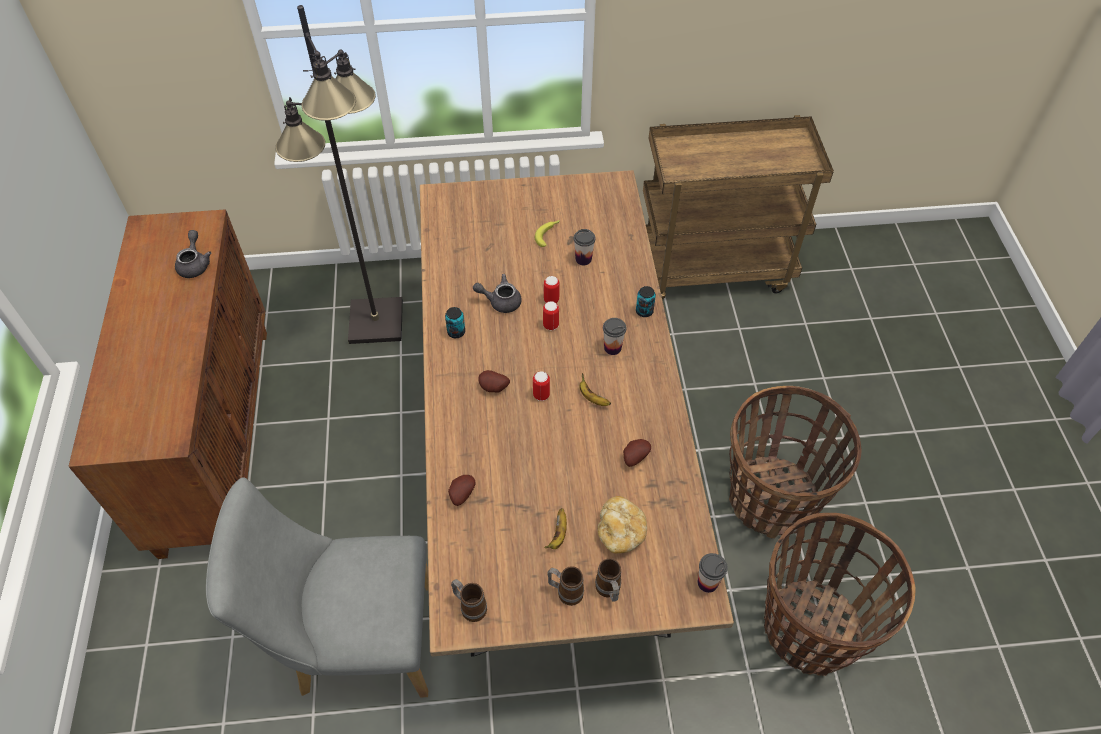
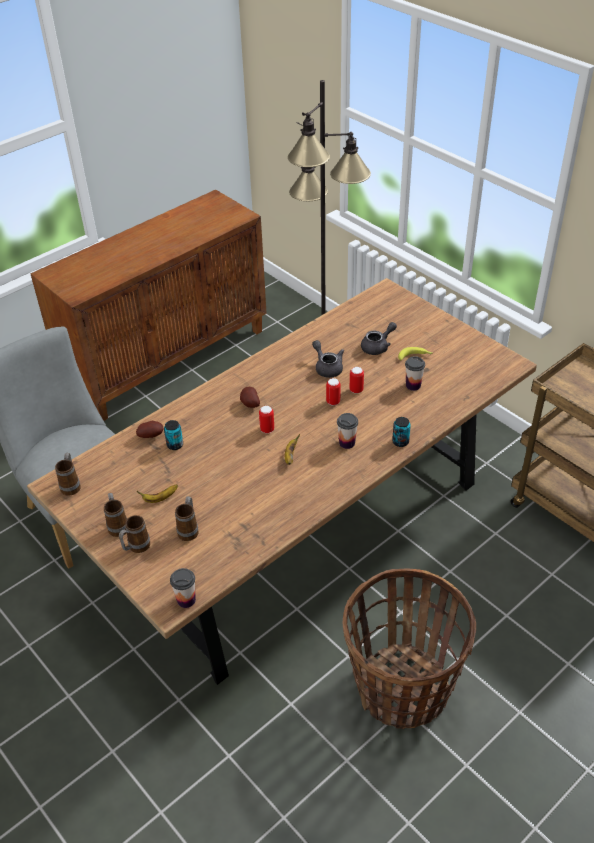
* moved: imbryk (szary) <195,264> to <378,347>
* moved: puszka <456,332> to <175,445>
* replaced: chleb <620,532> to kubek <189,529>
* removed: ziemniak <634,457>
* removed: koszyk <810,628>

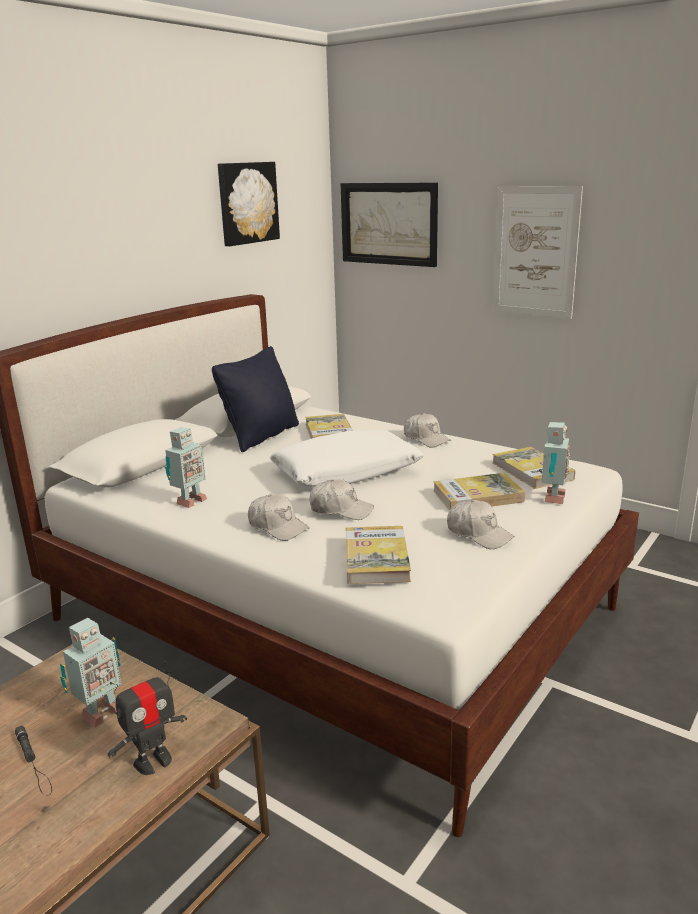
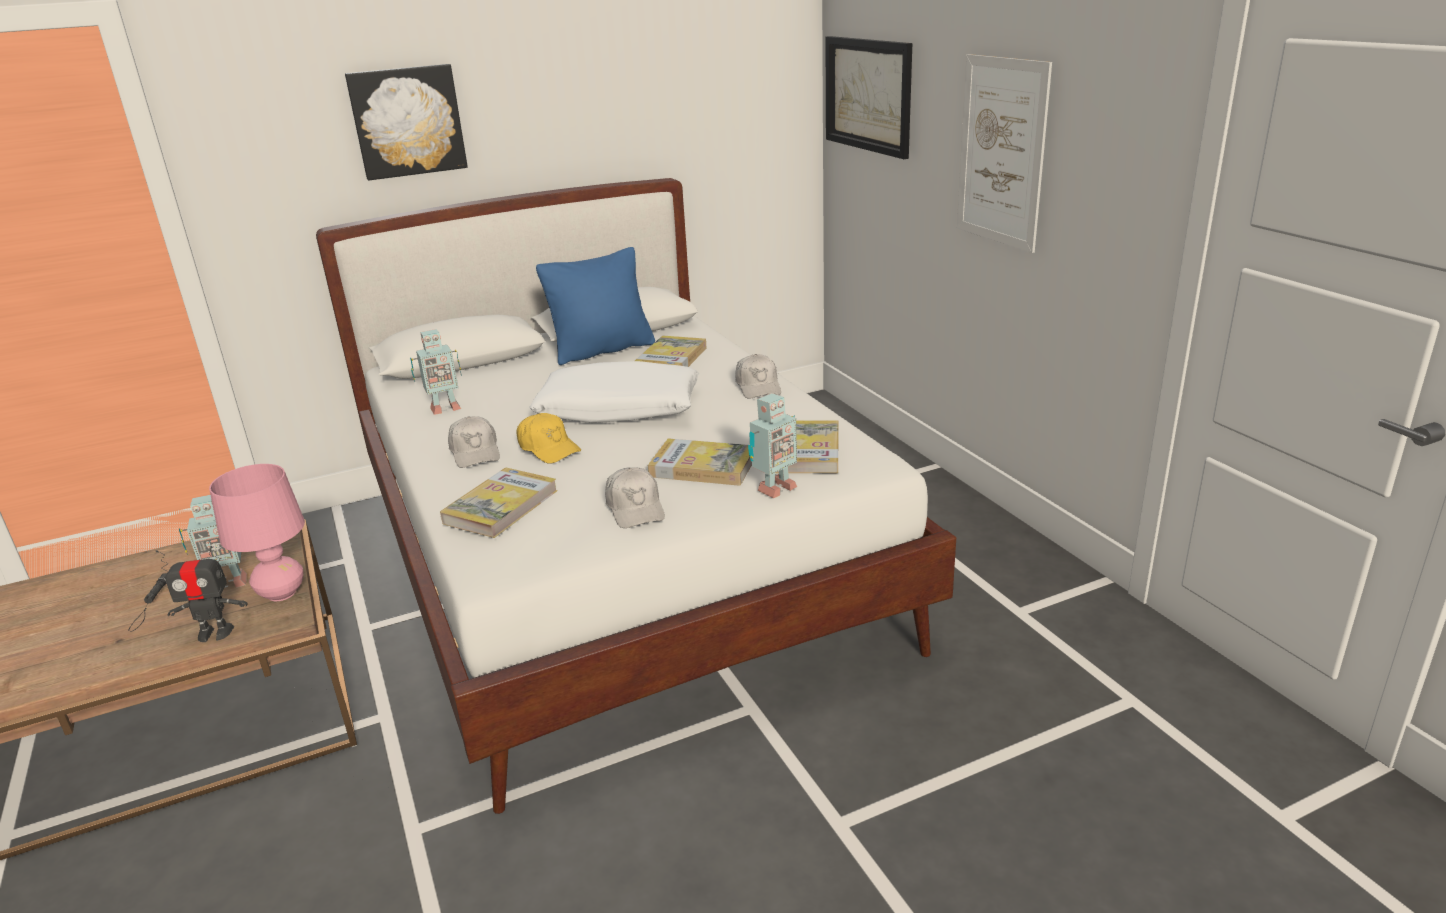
* recoloured: poduszka (czarny) <261,436> to poduszka (niebieski) <602,350>
* moved: obraz <247,203> to <407,121>
* recoloured: czapka z daszkiem (biały) <341,509> to czapka z daszkiem (żółty) <548,448>
* added: lampa stołowa (różowy) <282,593>

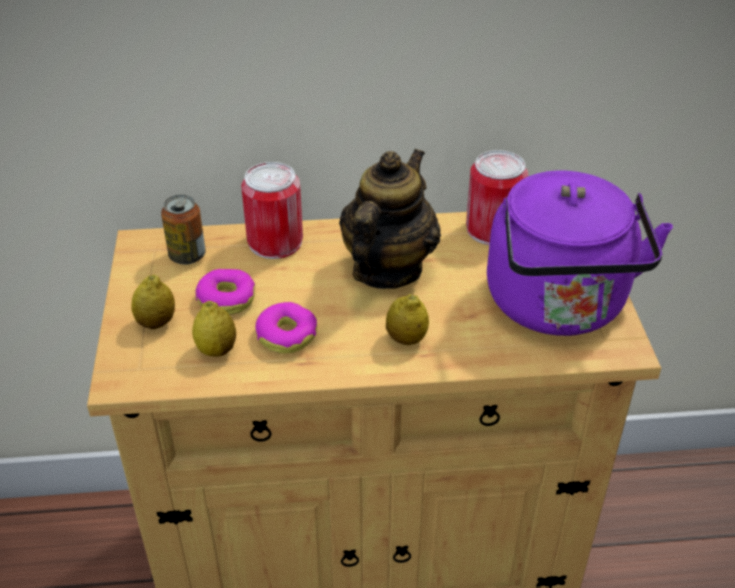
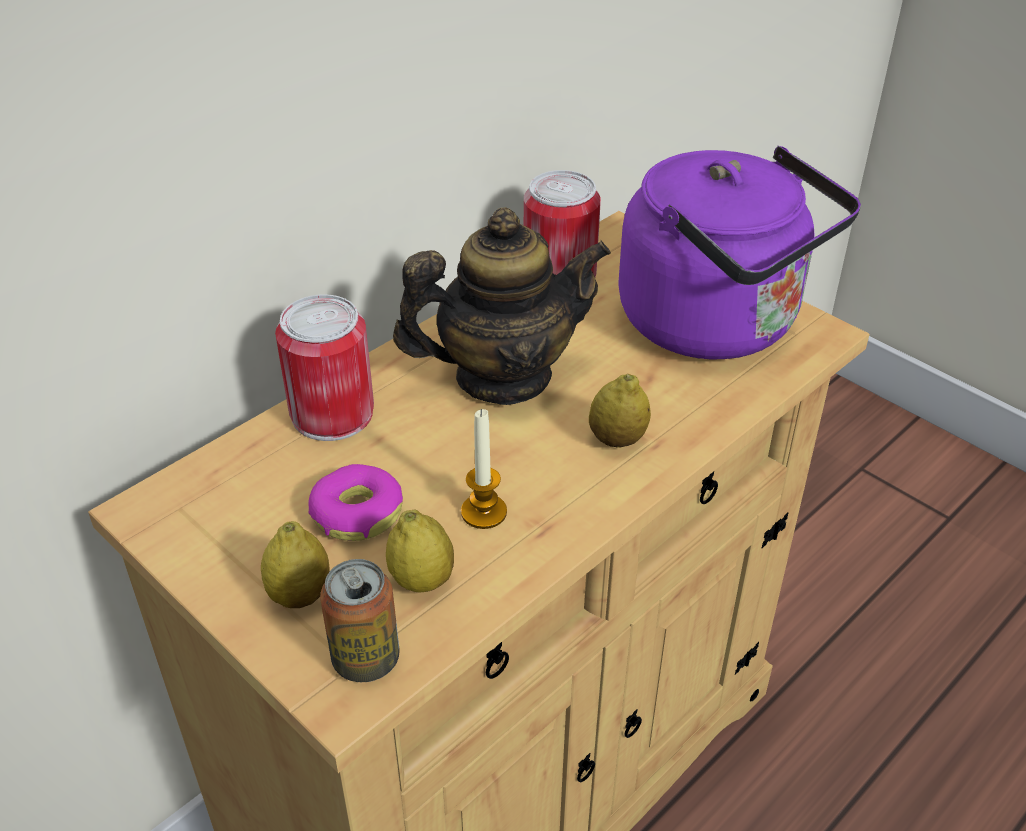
* moved: puszka <187,256> to <365,659>
* replaced: donut <287,335> to świeca <484,512>
* turned: imbryk <387,269> = <503,376> 90 degrees clockwise

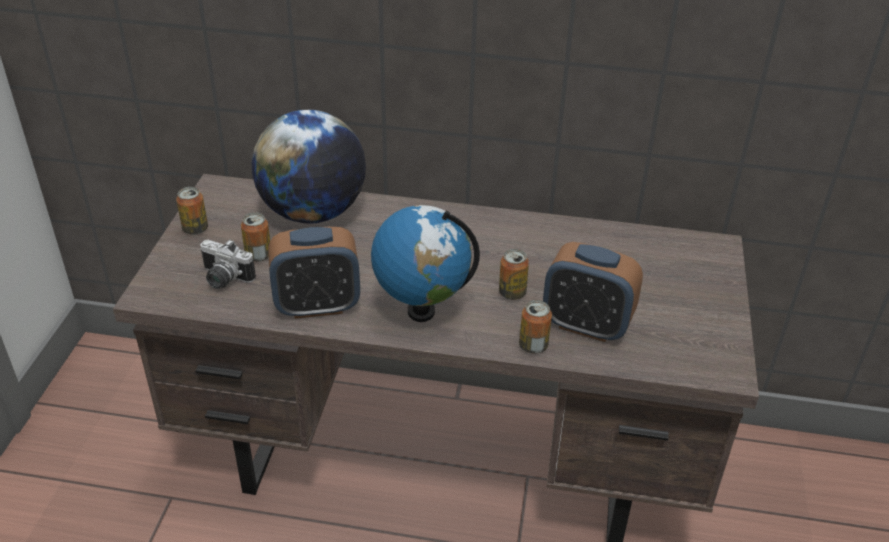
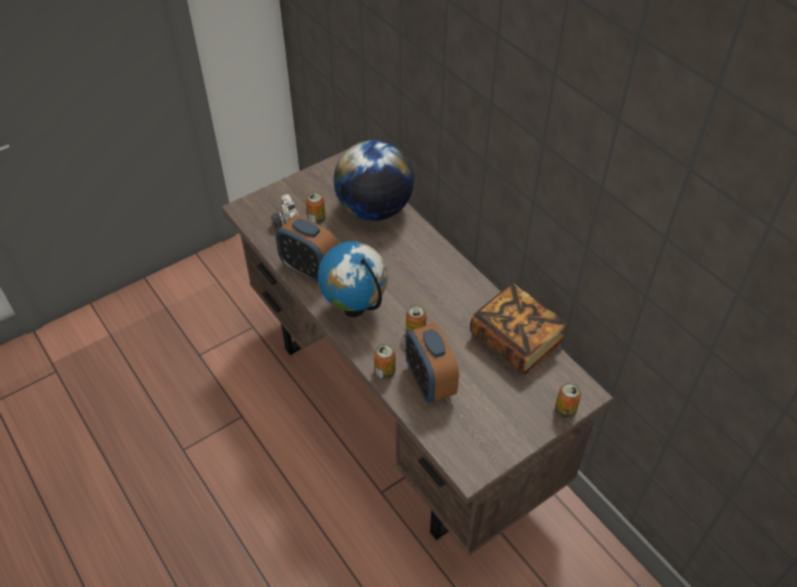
* moved: puszka <195,229> to <565,410>
* added: książka <516,341>

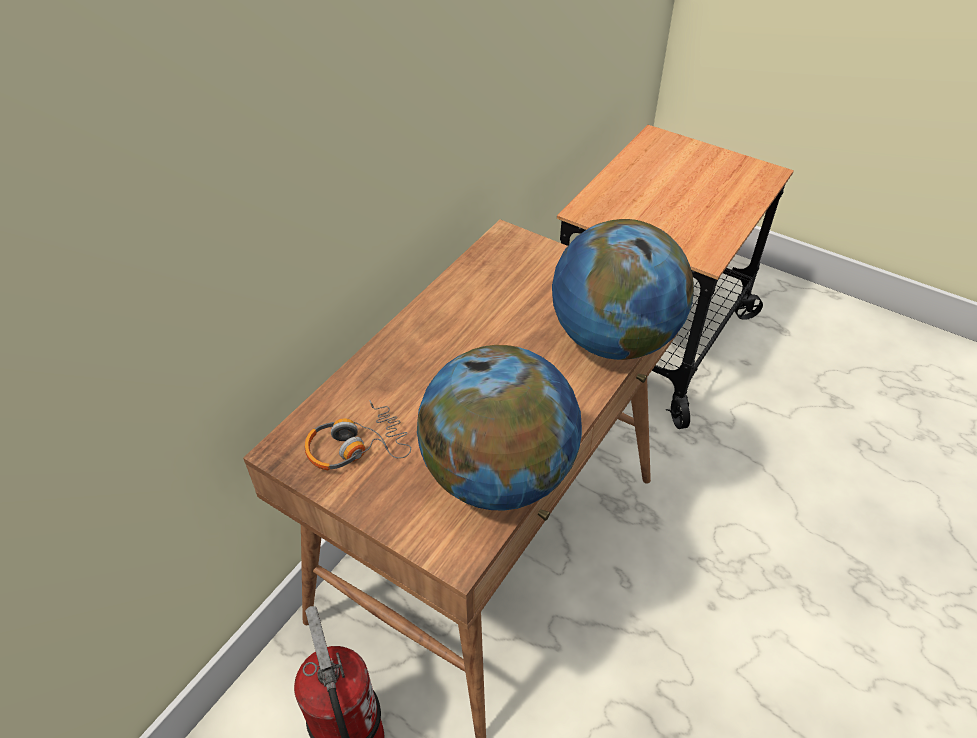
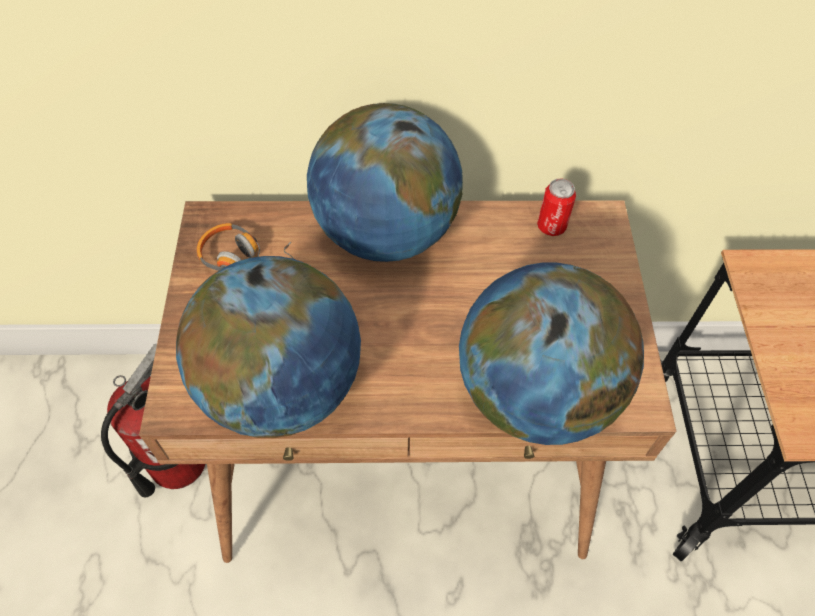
* added: globus <386,233>
* added: puszka <551,226>

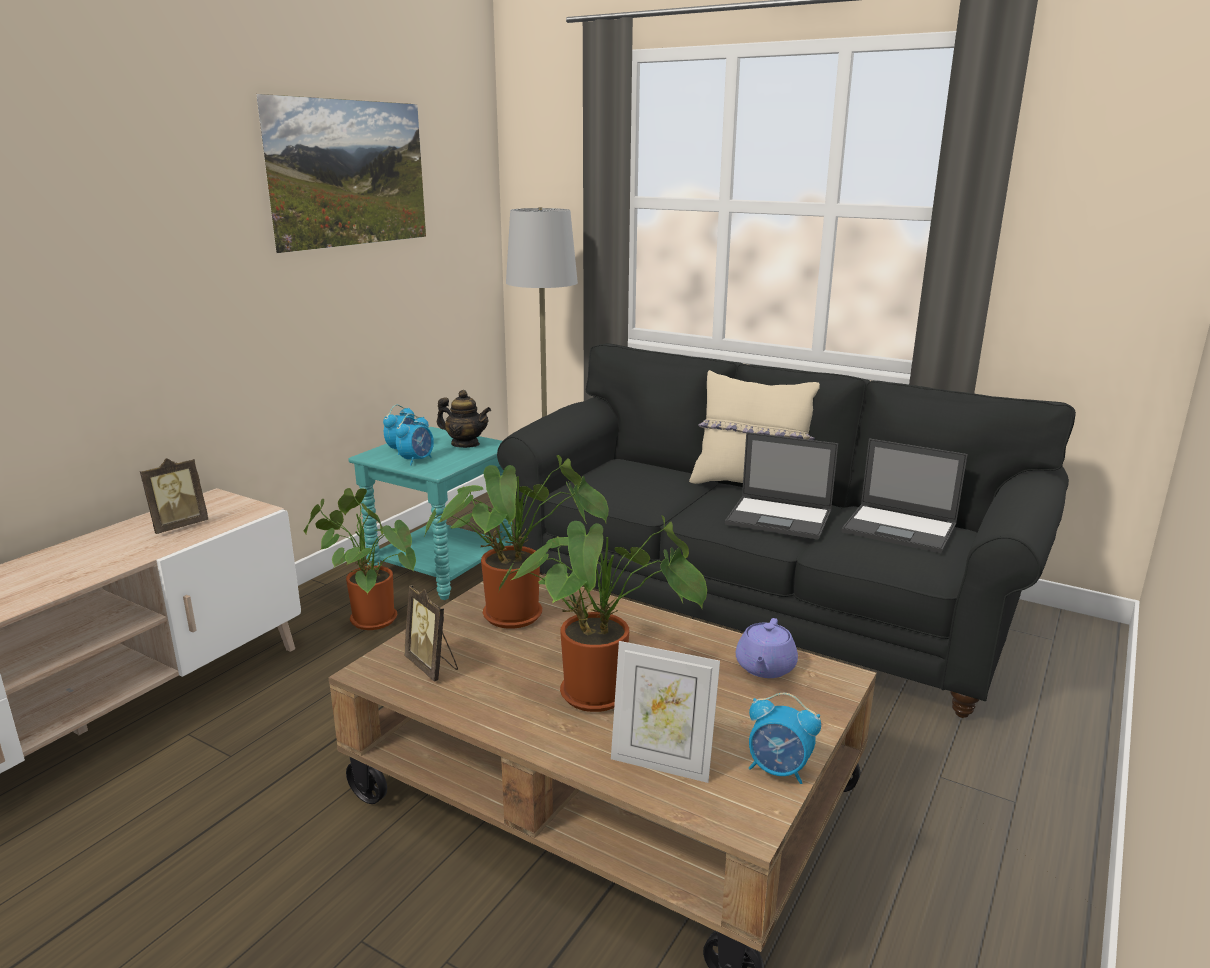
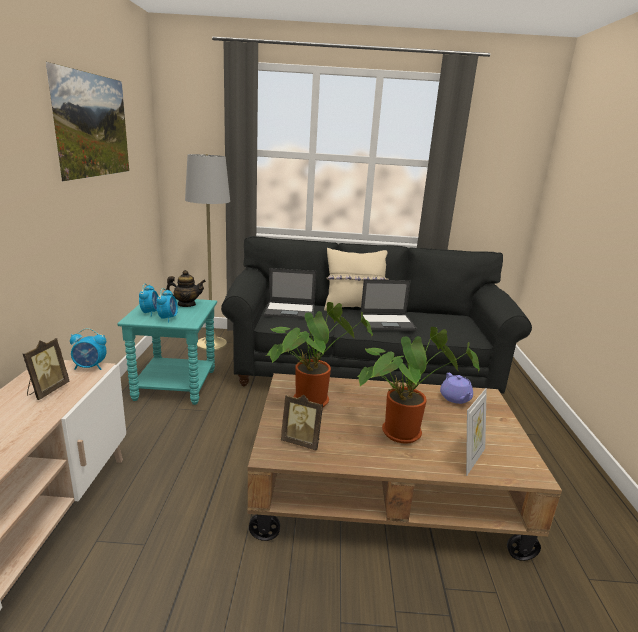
* removed: roślina doniczkowa <368,619>
* turned: ramka na zdjęcie <661,764> = <470,459> 45 degrees counterclockwise
* moved: budzik <778,770> to <90,367>
* moved: laptop <900,529> to <290,311>

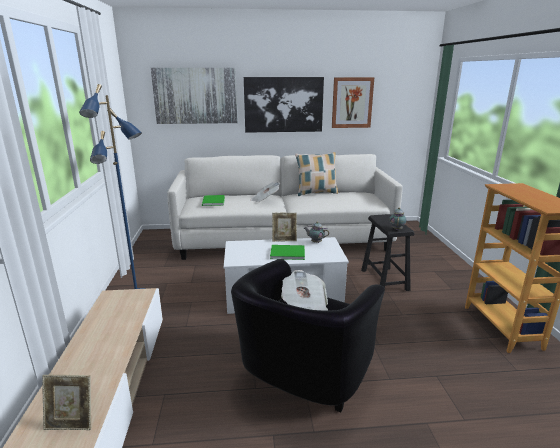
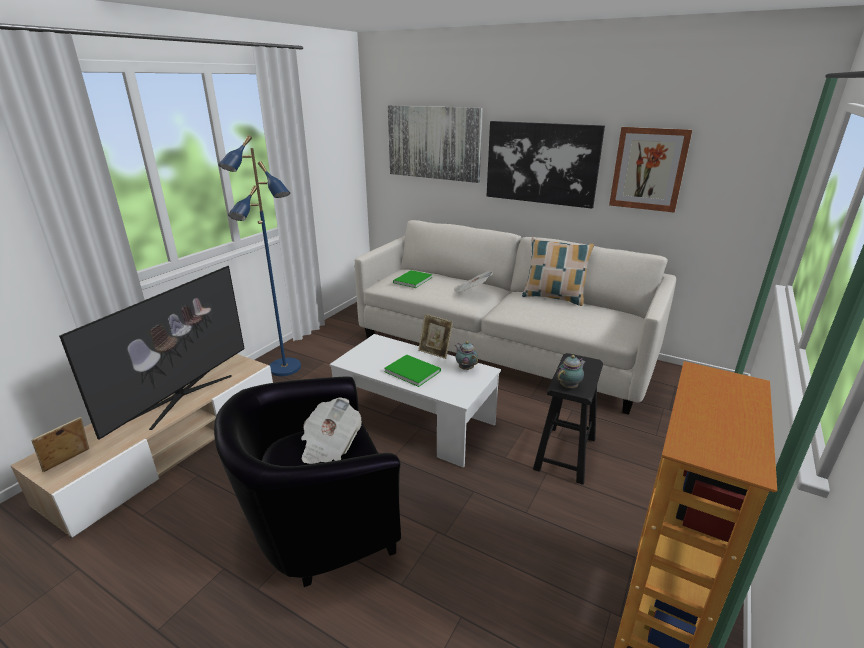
* turned: ramka na zdjęcie <72,422> = <69,463> 90 degrees clockwise
* added: telewizor <182,397>

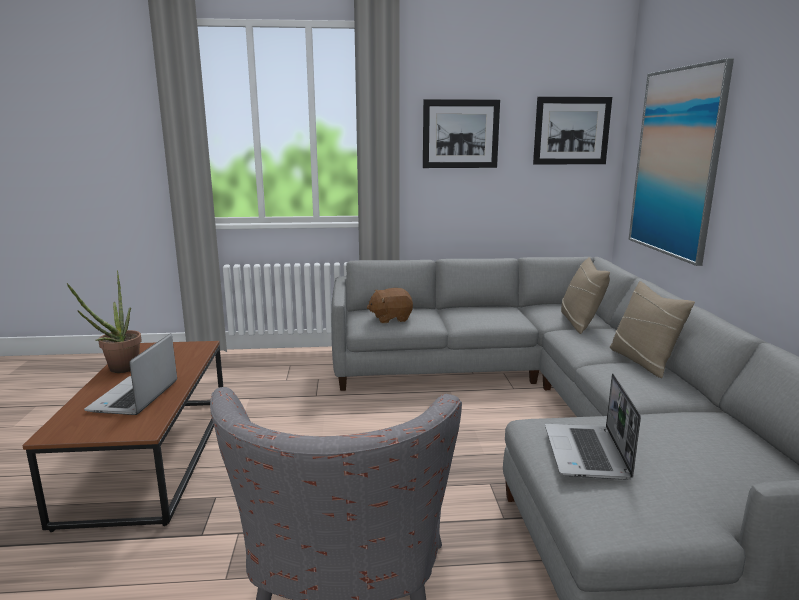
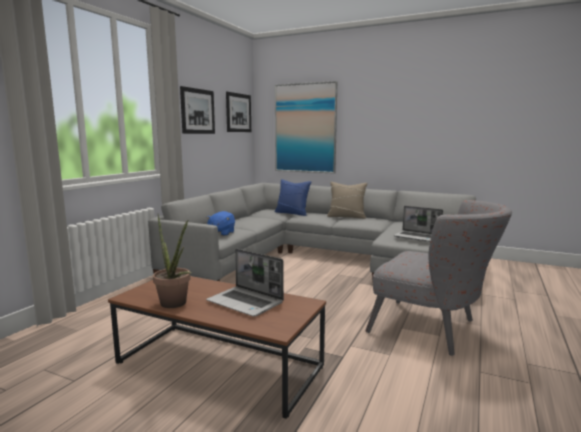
* recoloured: pluszak (brązowy) <390,318> to pluszak (niebieski) <221,233>
* recoloured: poduszka (beżowy) <580,323> to poduszka (niebieski) <292,213>

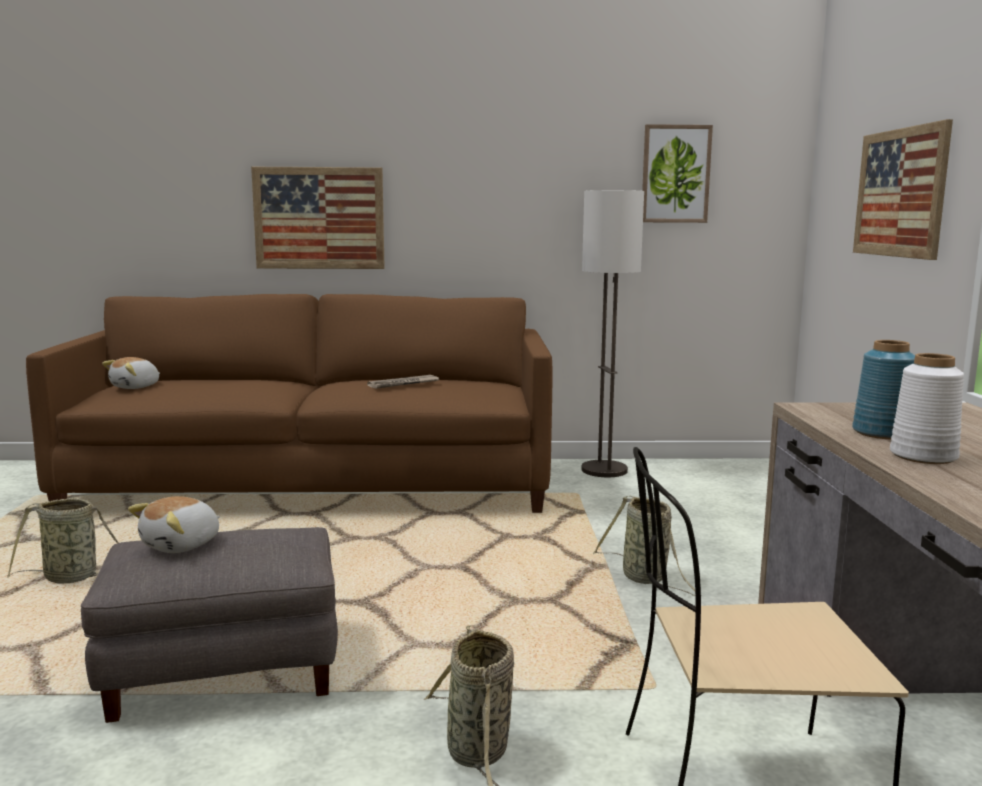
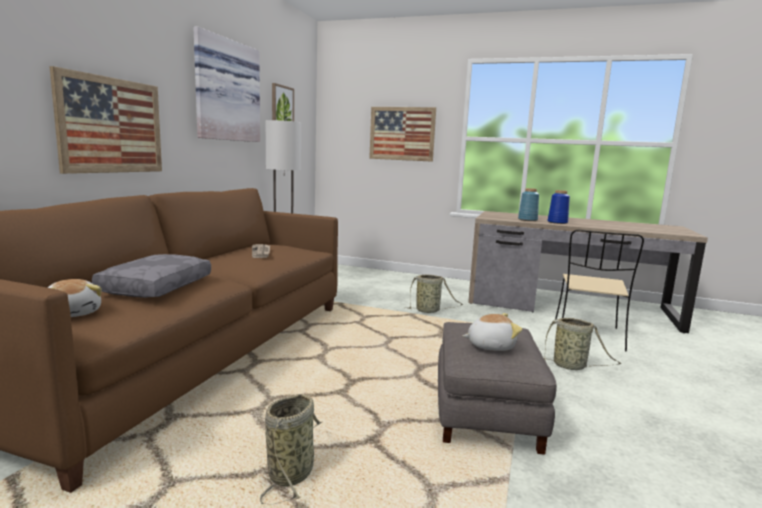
* turned: pluszak <182,545> = <490,345> 60 degrees counterclockwise
* recoloured: wazon (biały) <924,456> to wazon (niebieski) <557,222>
* added: poduszka (szary) <156,286>
* added: obraz <225,91>

